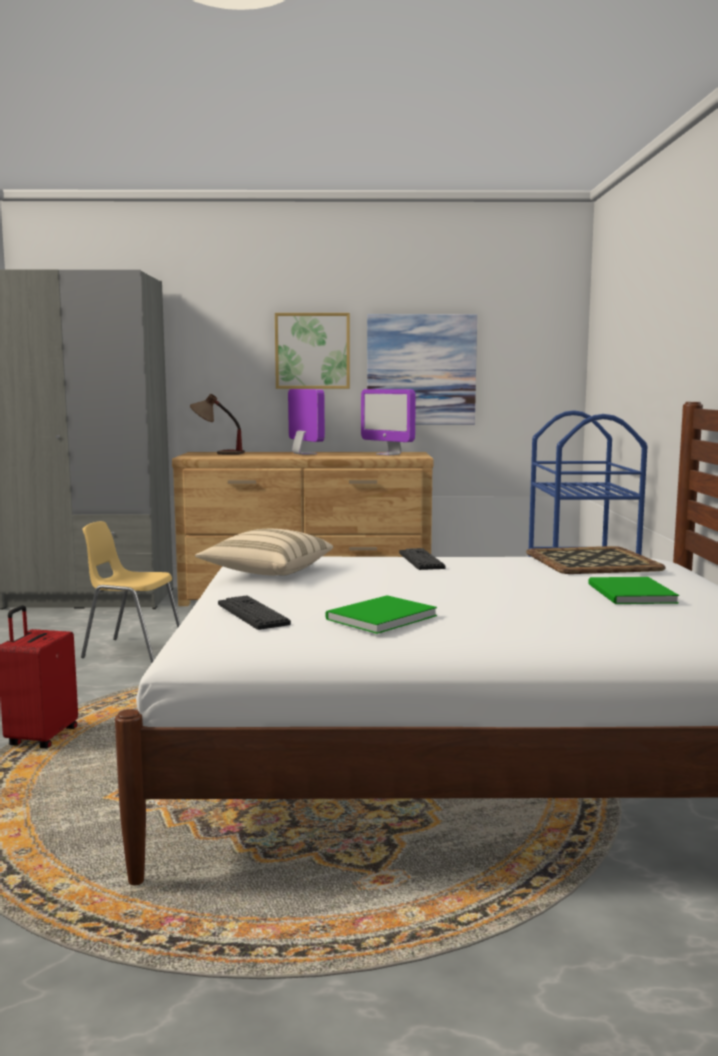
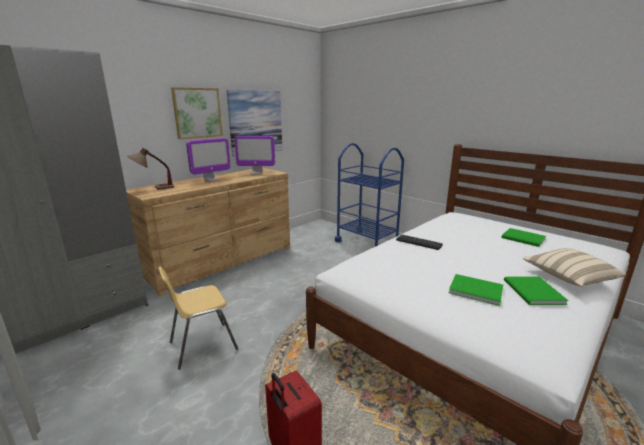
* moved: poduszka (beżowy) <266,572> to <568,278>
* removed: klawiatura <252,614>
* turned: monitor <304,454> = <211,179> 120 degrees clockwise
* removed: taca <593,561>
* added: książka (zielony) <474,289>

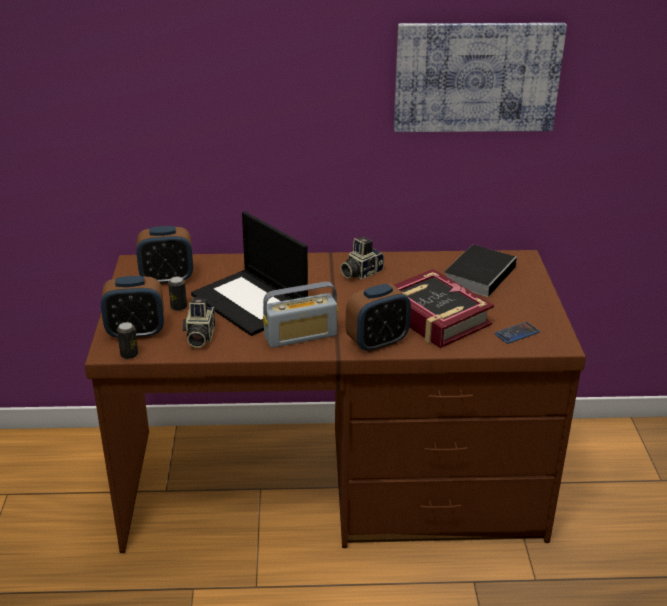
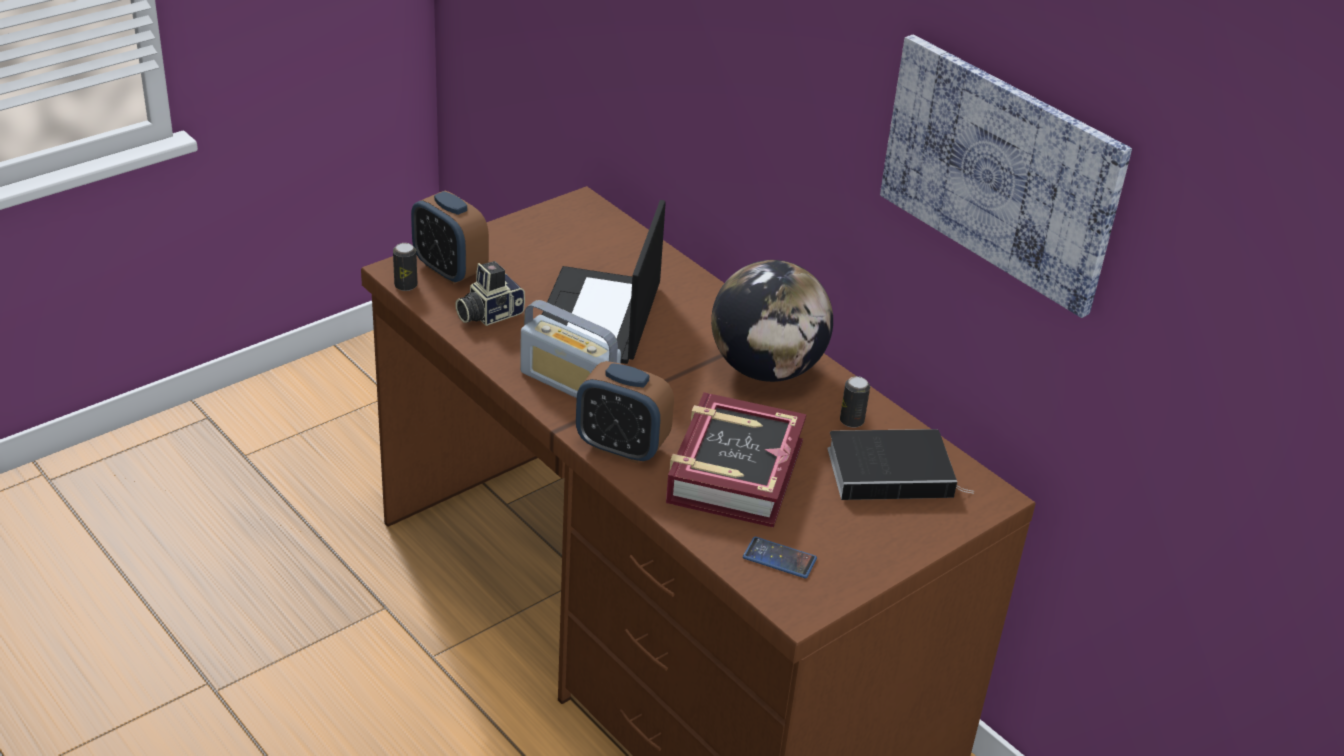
* removed: budzik <167,279>
* moved: puszka <178,307> to <851,421>
* replaced: aparat fotograficzny <360,272> to globus <766,369>

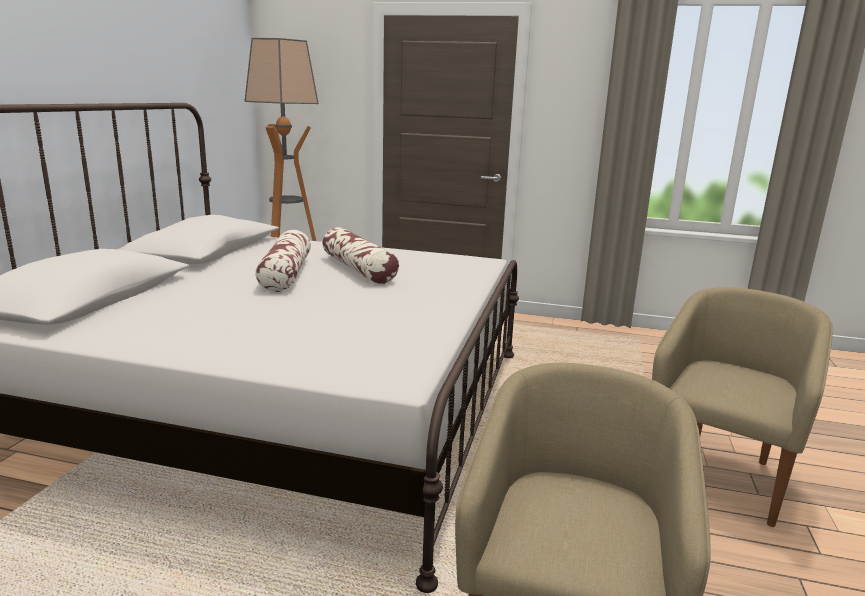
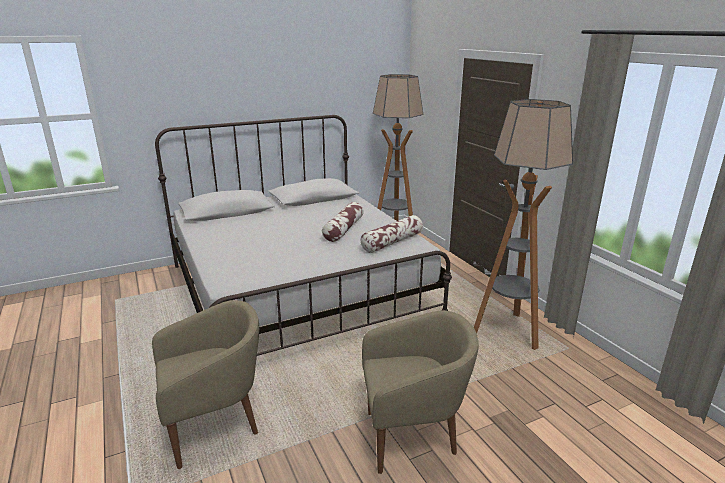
* moved: poduszka <286,274> to <392,242>
* added: lampa stojąca <508,331>

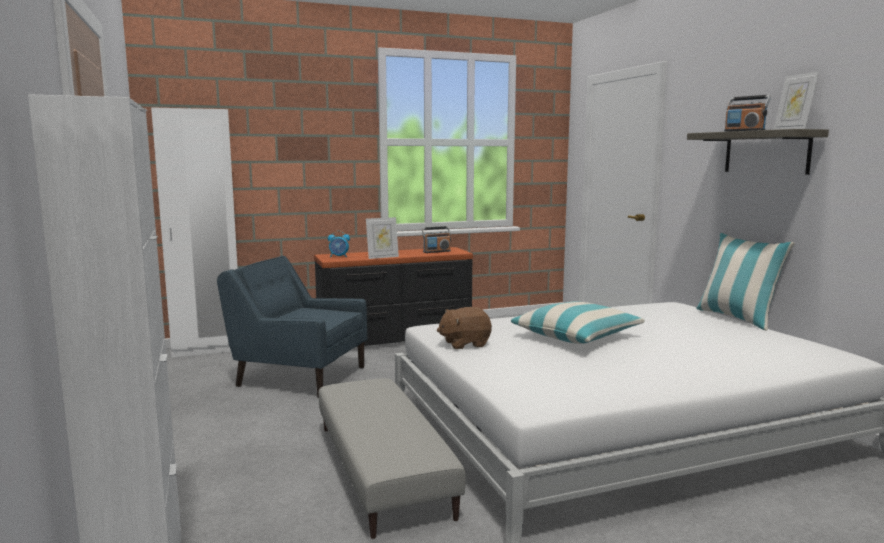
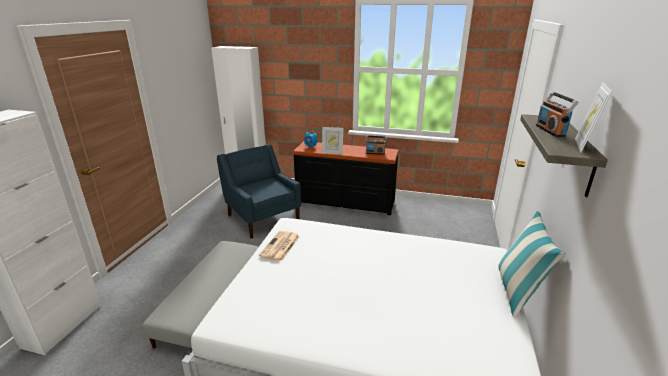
* replaced: pluszak (brązowy) <464,344> to gazeta <280,246>
* removed: poduszka <576,336>

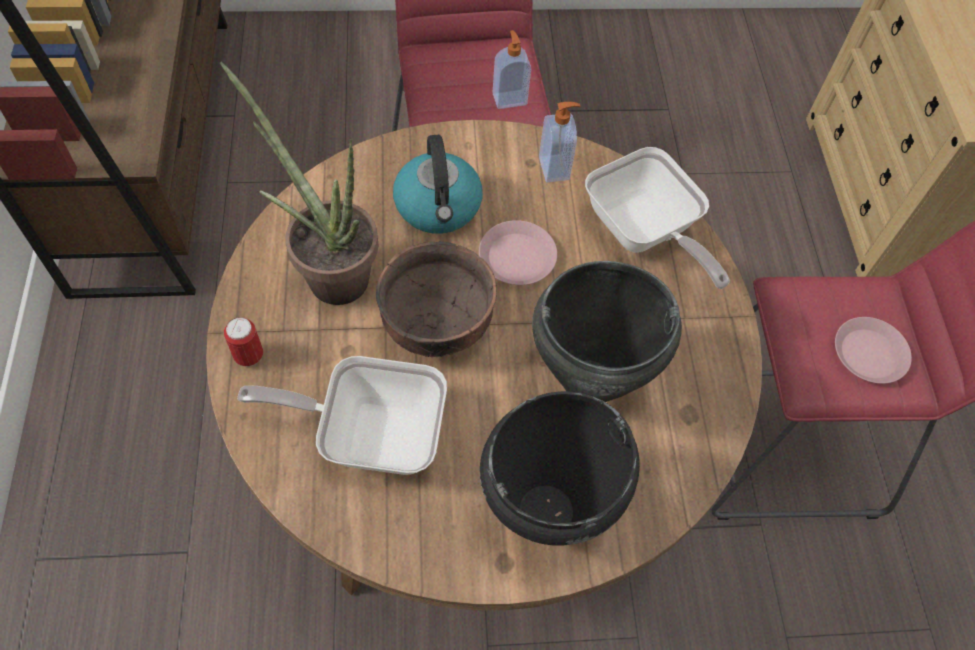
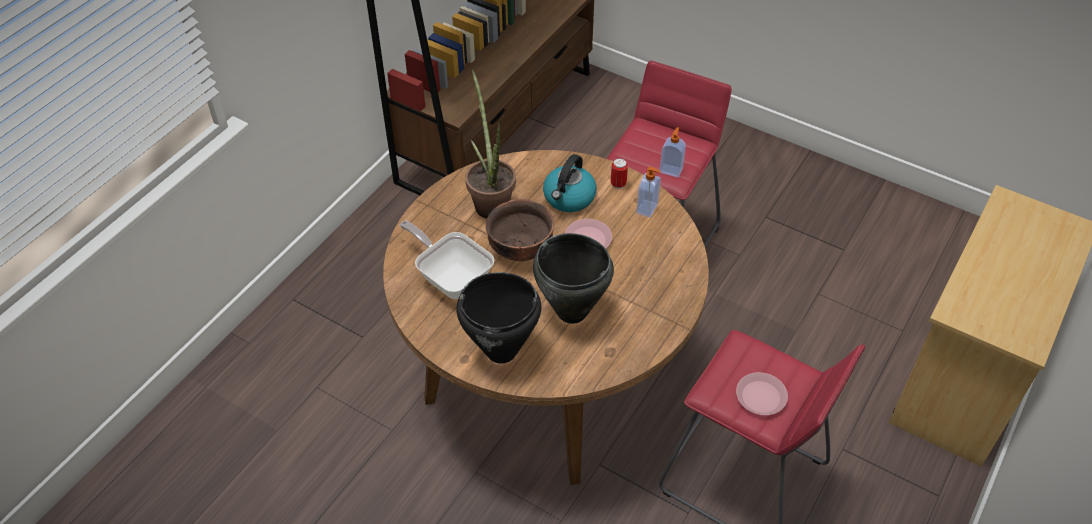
* moved: puszka <249,356> to <618,184>
* removed: patelnia <644,234>

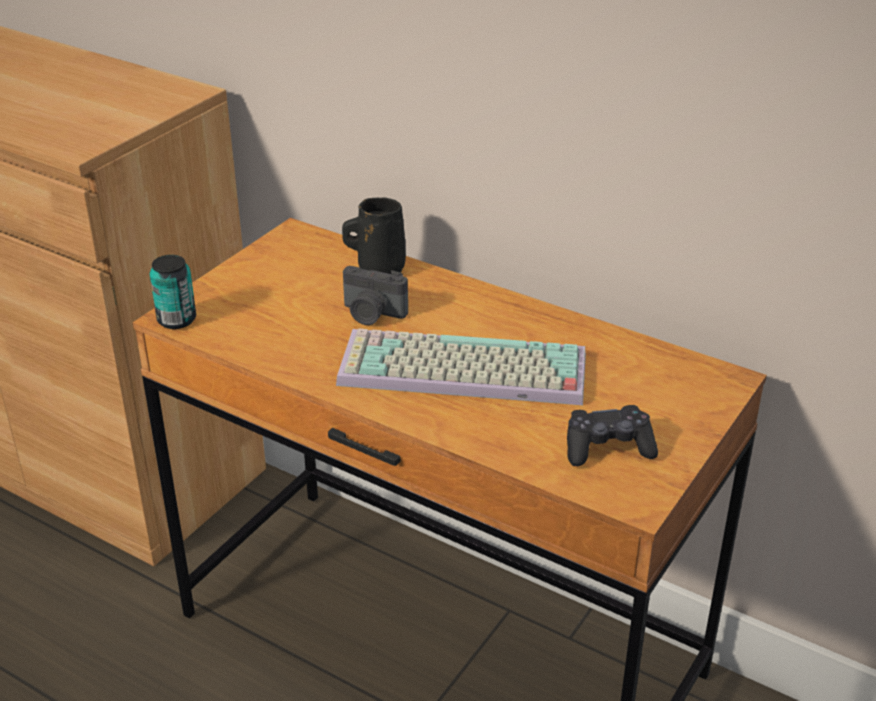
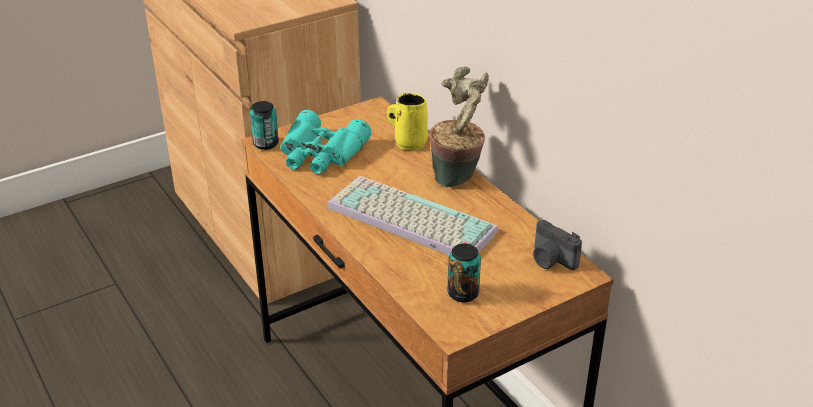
* recoloured: kubek (czarny) <378,270> to kubek (żółty) <409,143>
* moved: aparat fotograficzny <372,314> to <551,260>
* replaced: pad do gier (czarny) <608,447> to puszka <463,293>
* added: lornetka (turkusowy) <321,154>
* added: roślina doniczkowa <458,179>

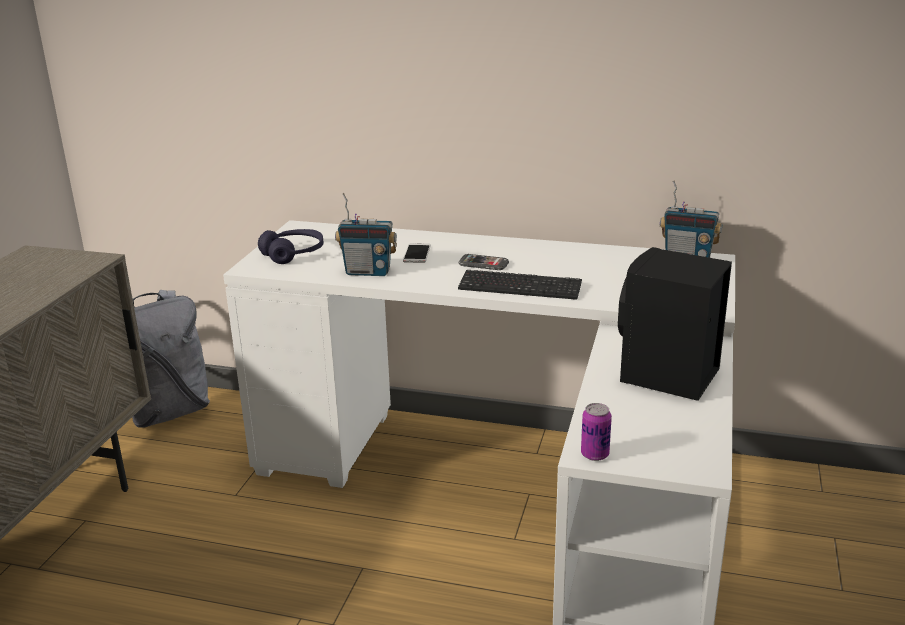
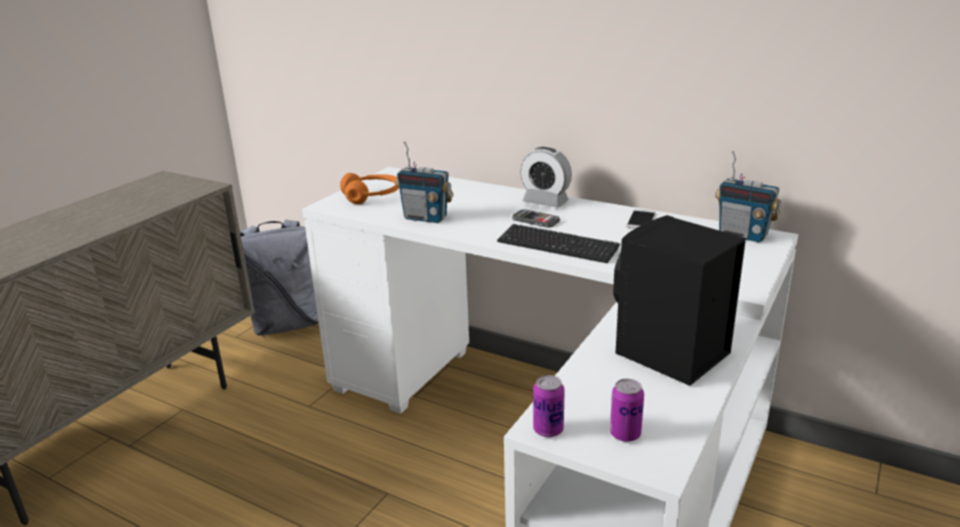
* recoloured: słuchawki (fioletowy) <293,254> to słuchawki (pomarańczowy) <371,196>
* moved: telefon <417,253> to <641,220>
* added: budzik <545,202>
* added: puszka <625,434>

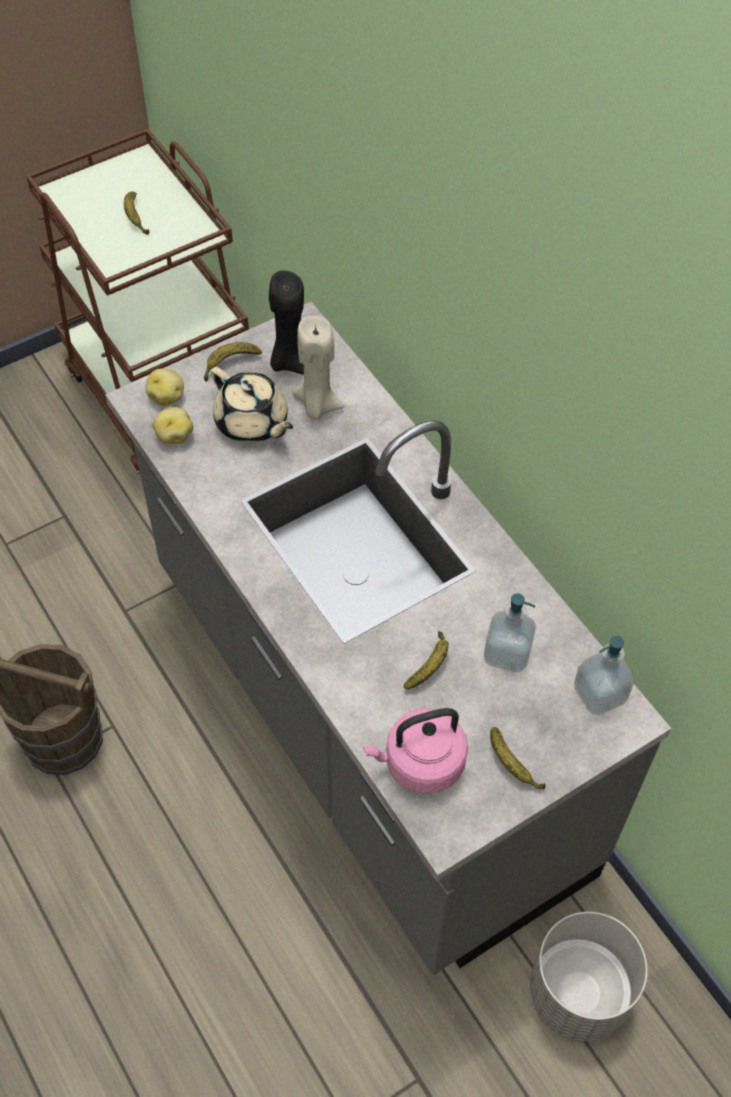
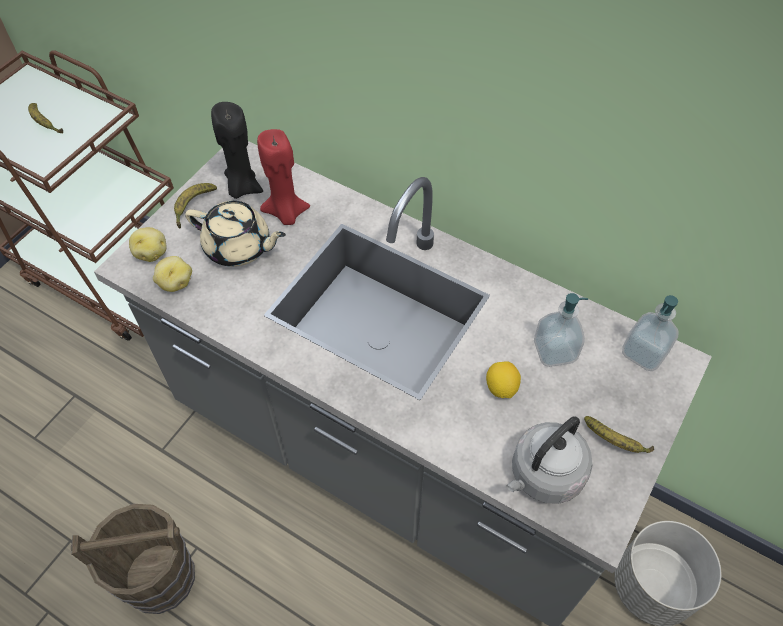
* recoloured: świeca (beżowy) <317,405> to świeca (czerwony) <286,213>
* recoloured: czajnik (różowy) <420,763> to czajnik (szary) <543,475>
* replaced: banan <430,665> to cytryna <501,387>

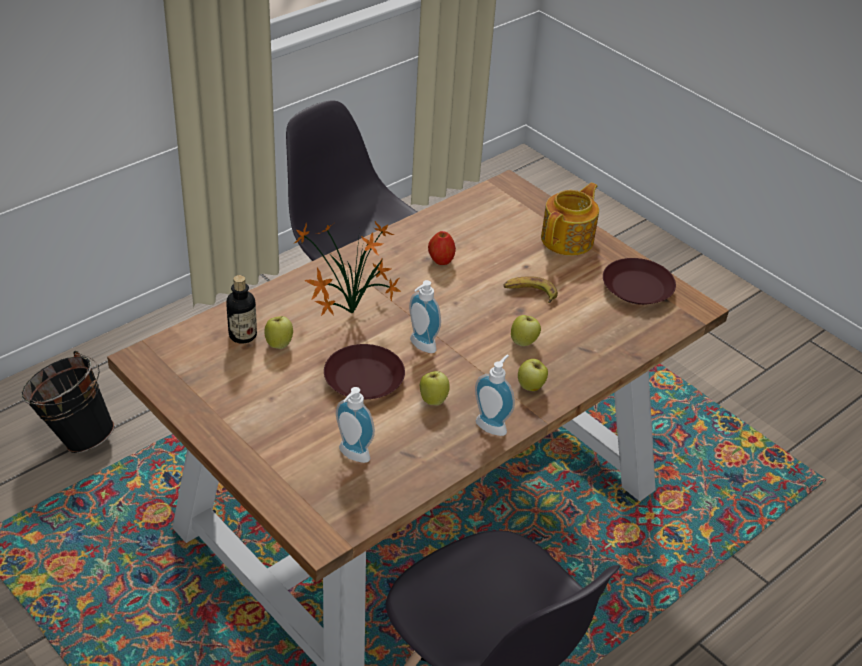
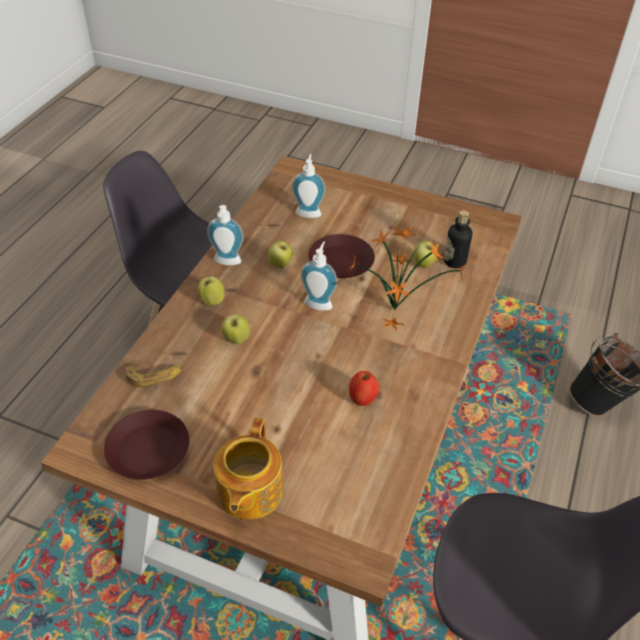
* moved: banan <530,293> to <155,376>

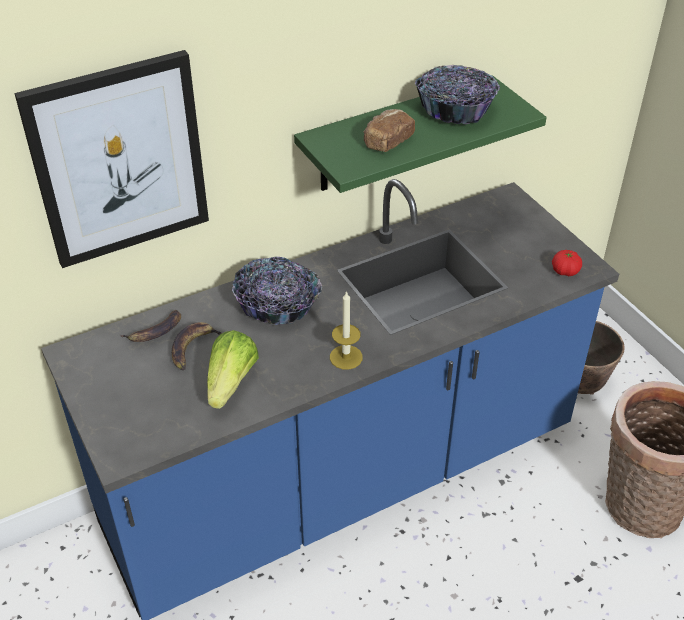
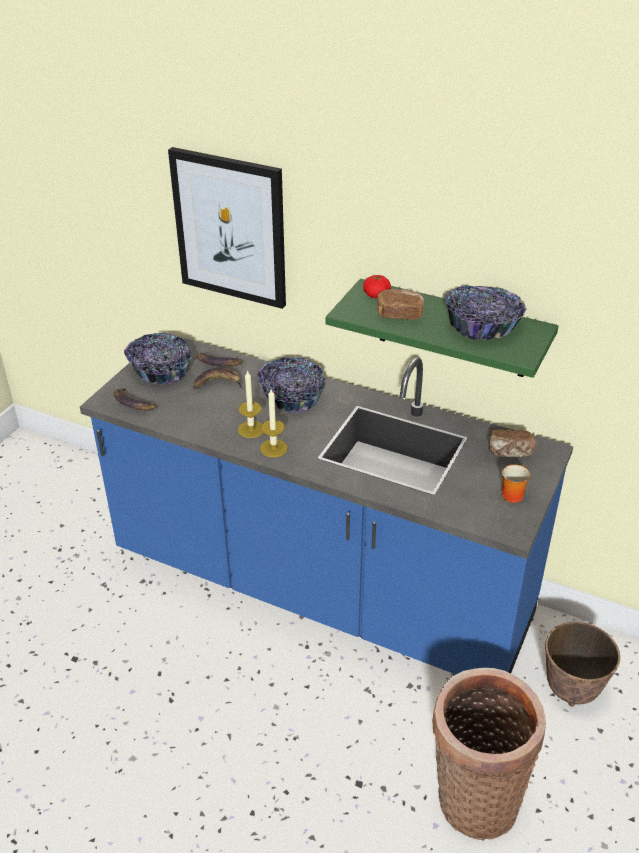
* removed: sałata <231,383>
* moved: pomidor <565,271> to <376,295>
* added: banan <132,403>
* added: miska <160,371>
* added: świeca <251,429>
* added: chleb <510,453>
* added: kubek <511,493>

